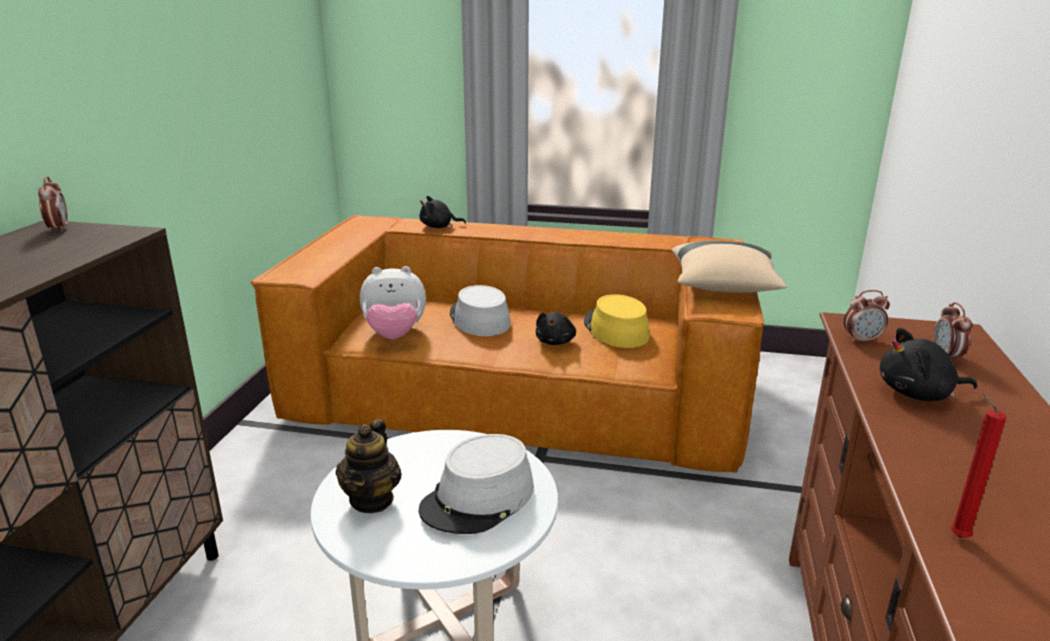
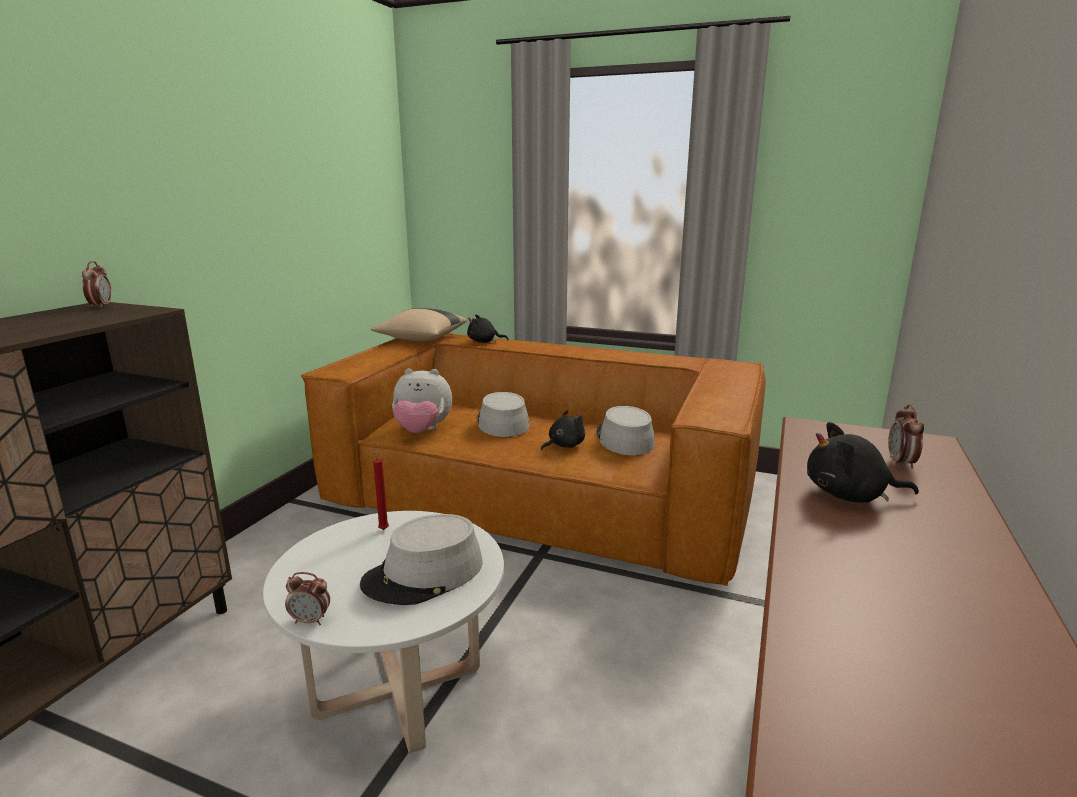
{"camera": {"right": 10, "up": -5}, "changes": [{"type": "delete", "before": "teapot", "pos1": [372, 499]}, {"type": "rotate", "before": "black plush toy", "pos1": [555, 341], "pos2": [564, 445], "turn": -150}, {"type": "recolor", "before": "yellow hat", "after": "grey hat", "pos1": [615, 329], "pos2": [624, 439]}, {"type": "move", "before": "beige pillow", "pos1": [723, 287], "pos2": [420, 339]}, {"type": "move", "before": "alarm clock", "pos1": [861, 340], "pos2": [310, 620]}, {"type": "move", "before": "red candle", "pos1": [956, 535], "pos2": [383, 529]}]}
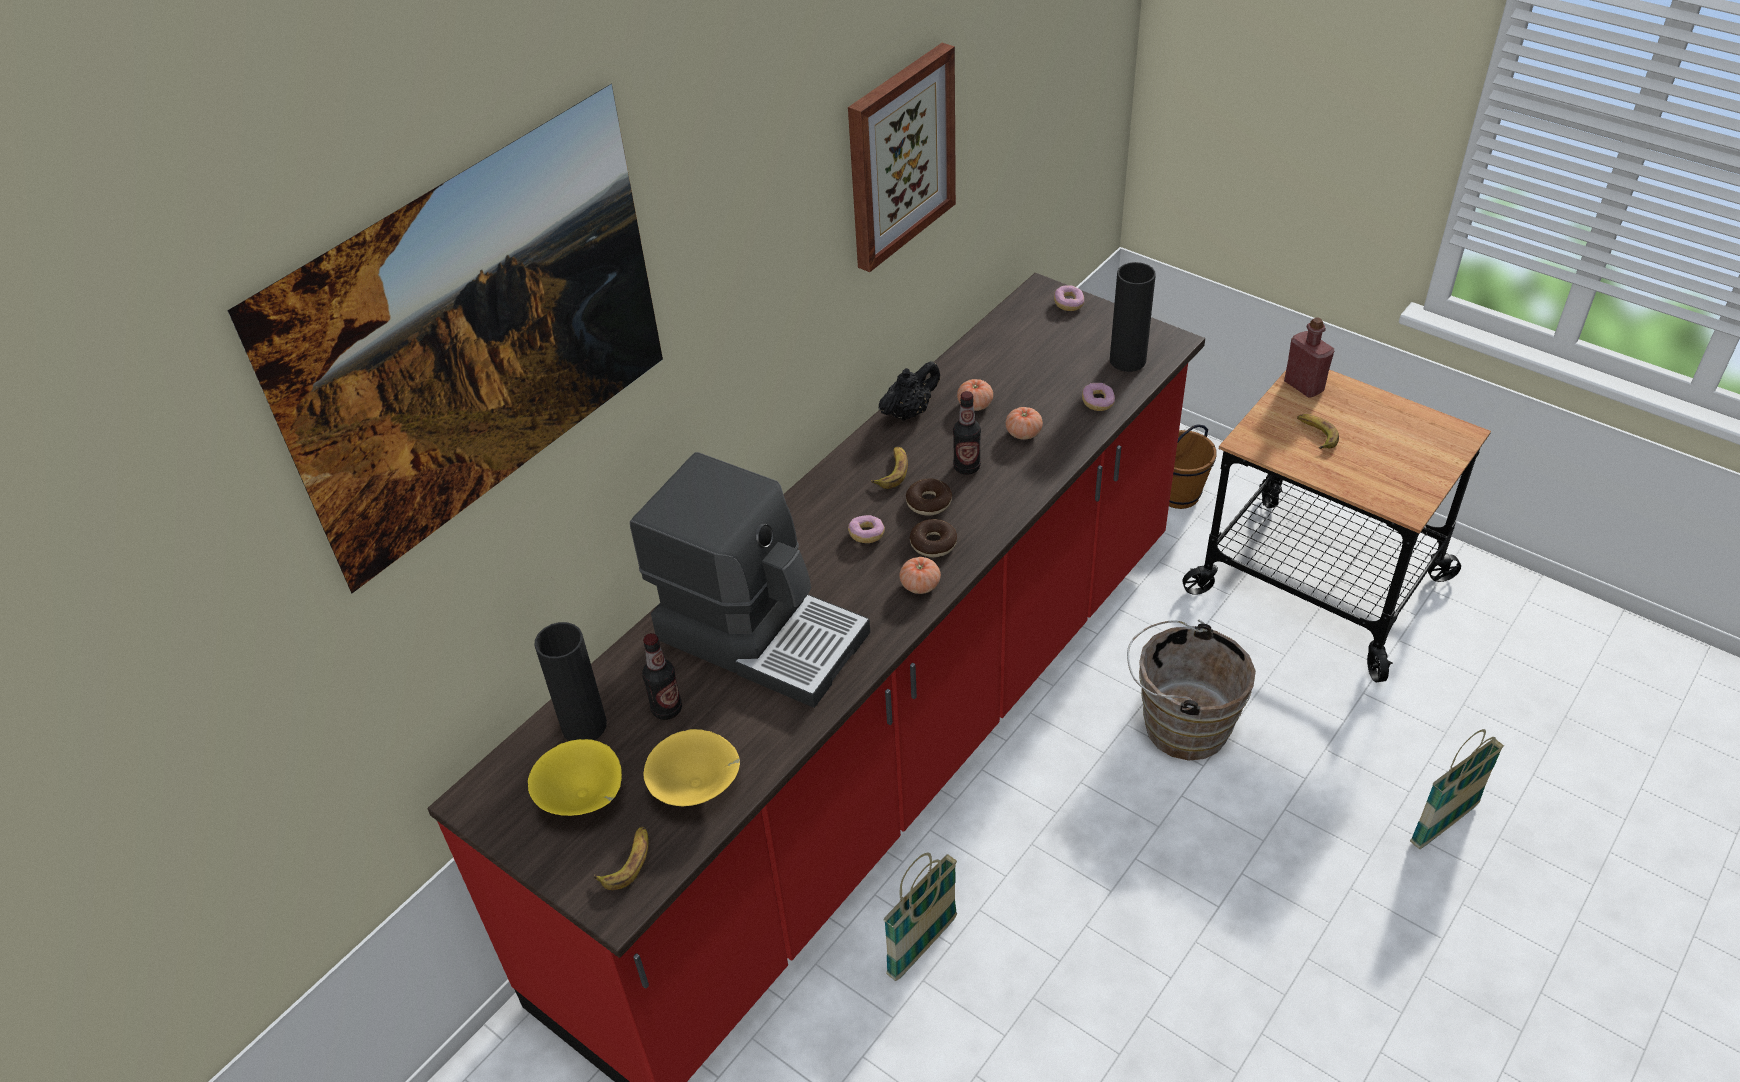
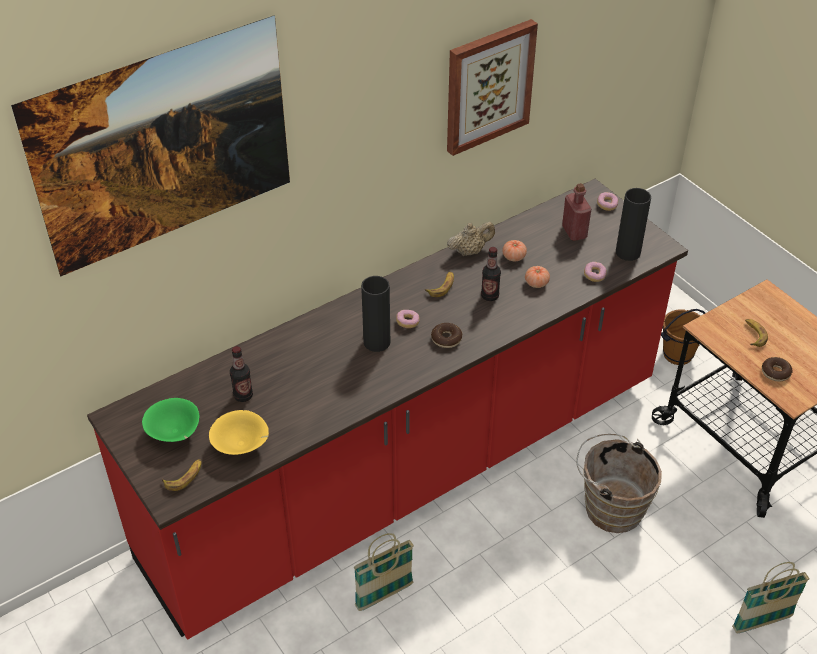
{"camera": {"right": 15, "up": 0}, "changes": [{"type": "recolor", "before": "yellow bowl", "after": "green bowl", "pos1": [583, 798], "pos2": [174, 434]}, {"type": "move", "before": "black vase", "pos1": [584, 726], "pos2": [377, 342]}, {"type": "delete", "before": "coffee machine", "pos1": [762, 633]}, {"type": "recolor", "before": "black teapot", "after": "beige teapot", "pos1": [909, 412], "pos2": [470, 251]}, {"type": "delete", "before": "tomato", "pos1": [920, 585]}, {"type": "move", "before": "donut", "pos1": [929, 503], "pos2": [775, 372]}, {"type": "move", "before": "red bottle", "pos1": [1304, 386], "pos2": [574, 232]}]}
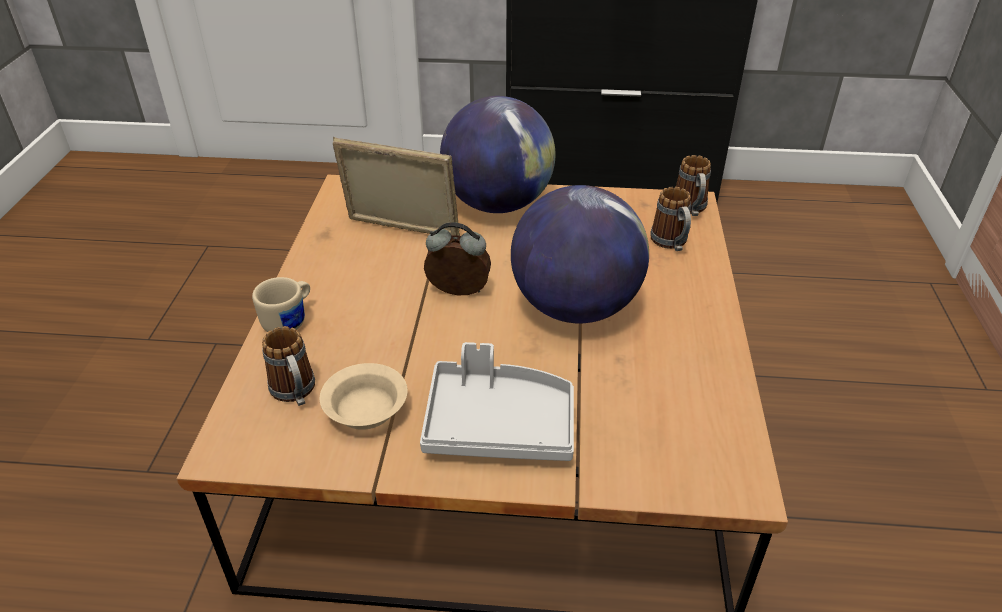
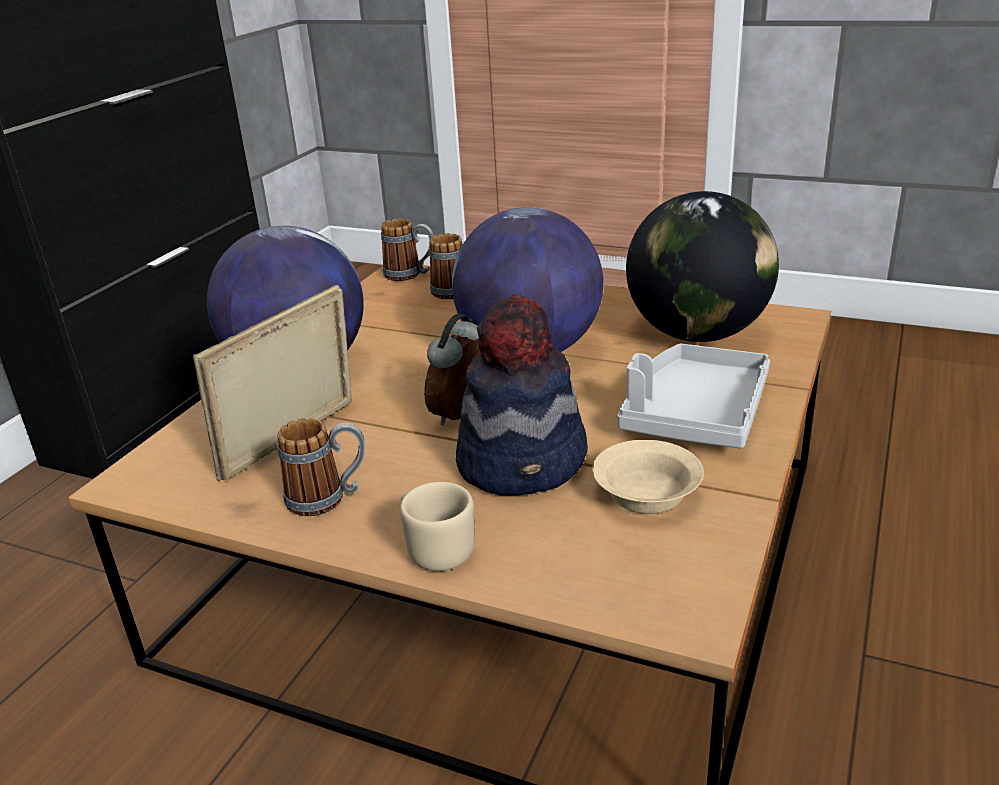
{"camera": {"right": -70, "up": -10}, "changes": [{"type": "move", "before": "mug", "pos1": [295, 394], "pos2": [328, 498]}, {"type": "insert", "after": "hat", "pos2": [524, 462]}, {"type": "insert", "after": "globe", "pos2": [697, 334]}]}
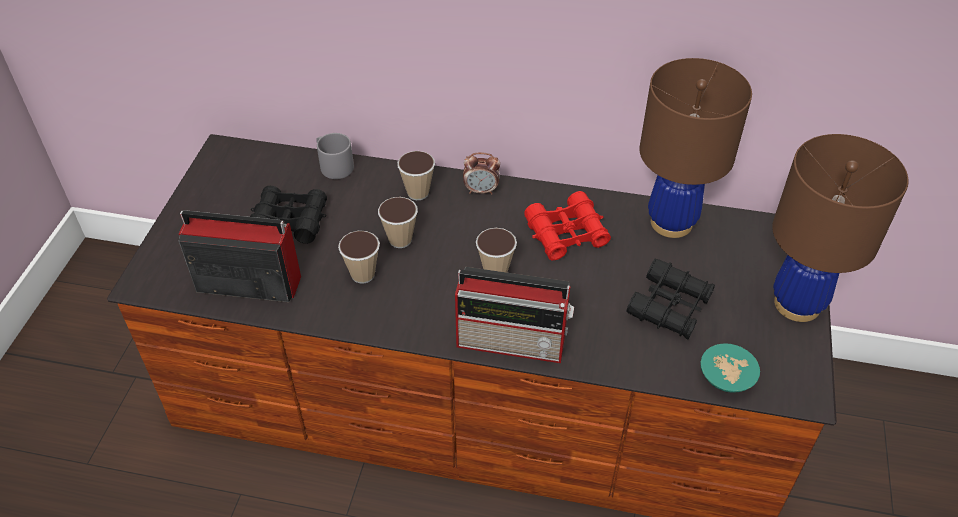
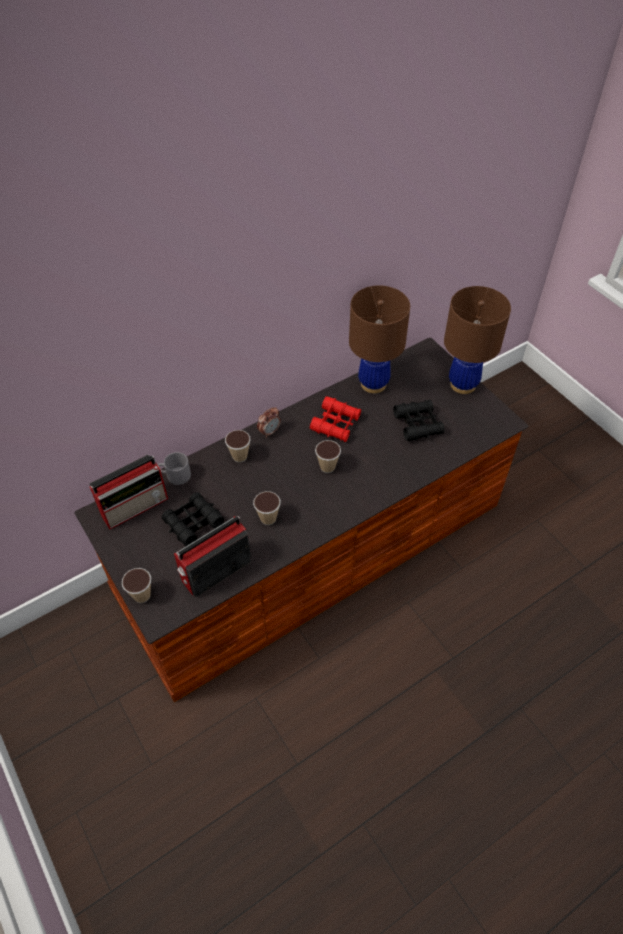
{"camera": {"right": -45, "up": 5}, "changes": [{"type": "move", "before": "cup", "pos1": [400, 240], "pos2": [142, 595]}, {"type": "move", "before": "radio", "pos1": [513, 342], "pos2": [136, 506]}, {"type": "delete", "before": "turquoise bowl", "pos1": [726, 379]}]}
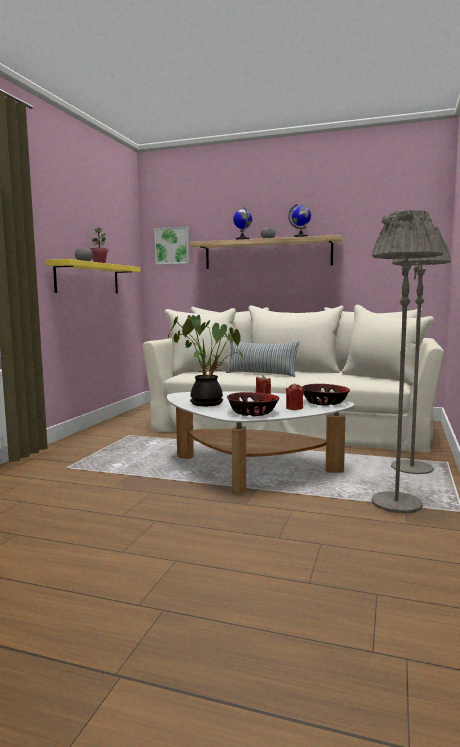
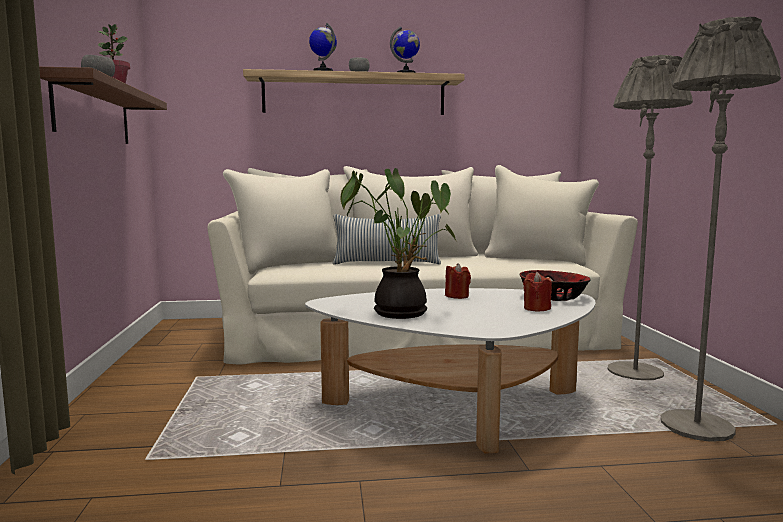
{"camera": {"right": -25, "up": 0}, "changes": [{"type": "recolor", "before": "yellow shelf", "after": "brown shelf", "pos1": [88, 278], "pos2": [93, 113]}, {"type": "delete", "before": "picture", "pos1": [172, 246]}, {"type": "delete", "before": "bowl", "pos1": [253, 413]}]}
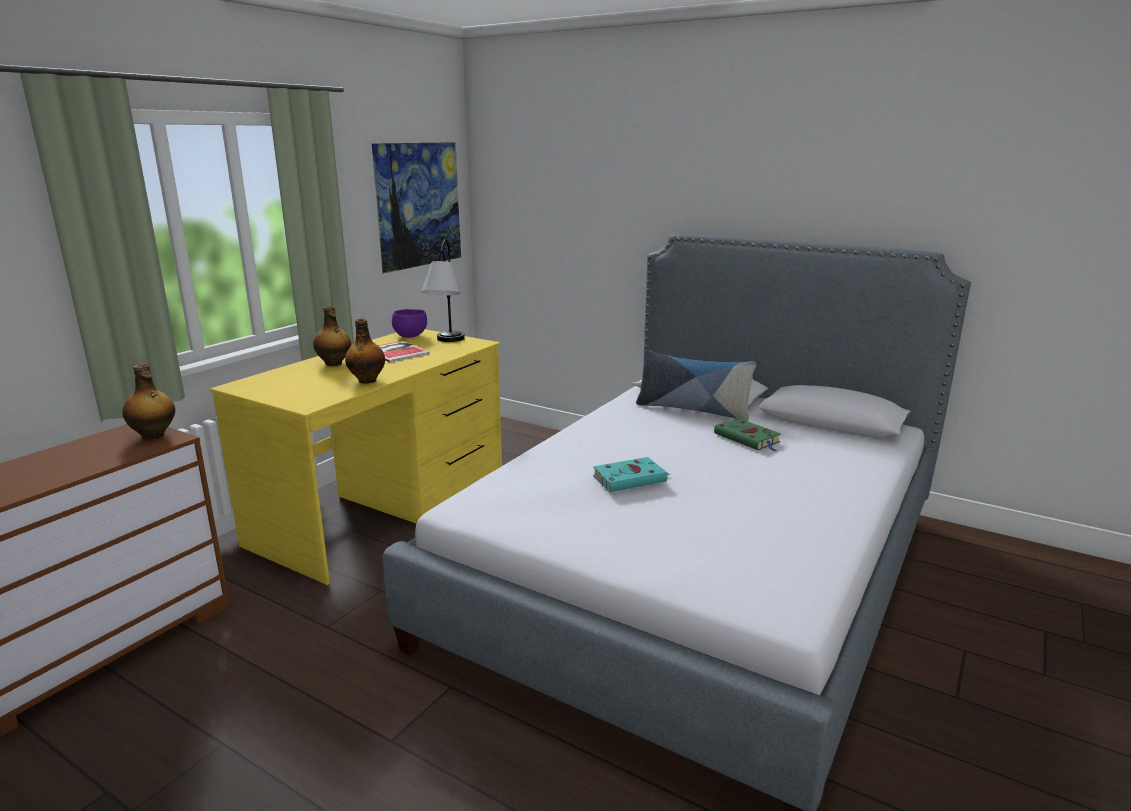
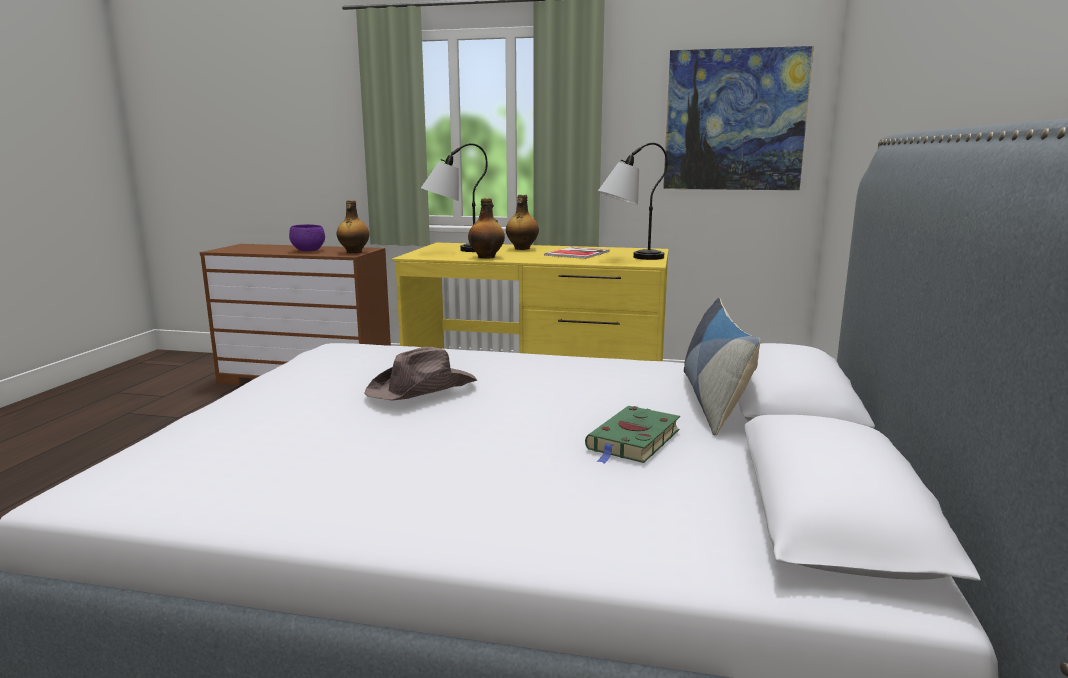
{"camera": {"right": 70, "up": -5}, "changes": [{"type": "move", "before": "purple bowl", "pos1": [410, 336], "pos2": [309, 251]}, {"type": "replace", "before": "turquoise book", "after": "brown hat", "pos1": [631, 479], "pos2": [423, 388]}, {"type": "insert", "after": "table lamp", "pos2": [454, 250]}]}
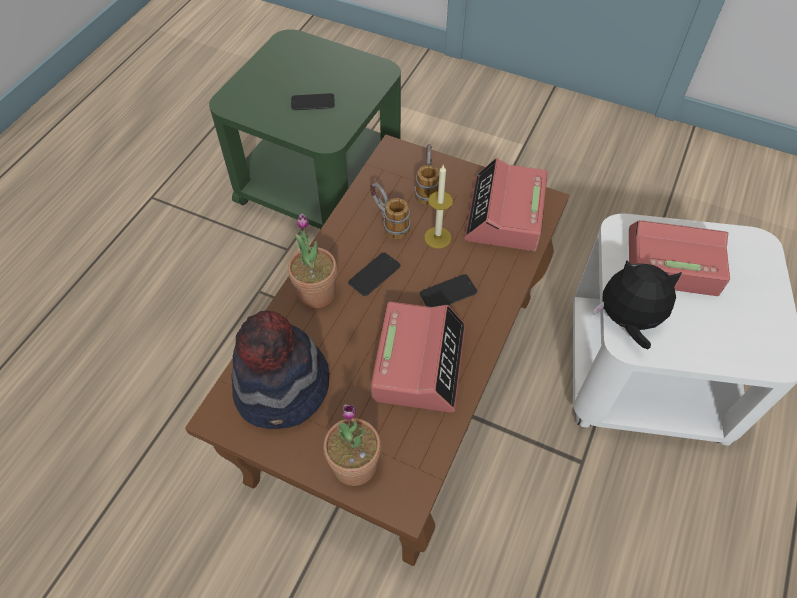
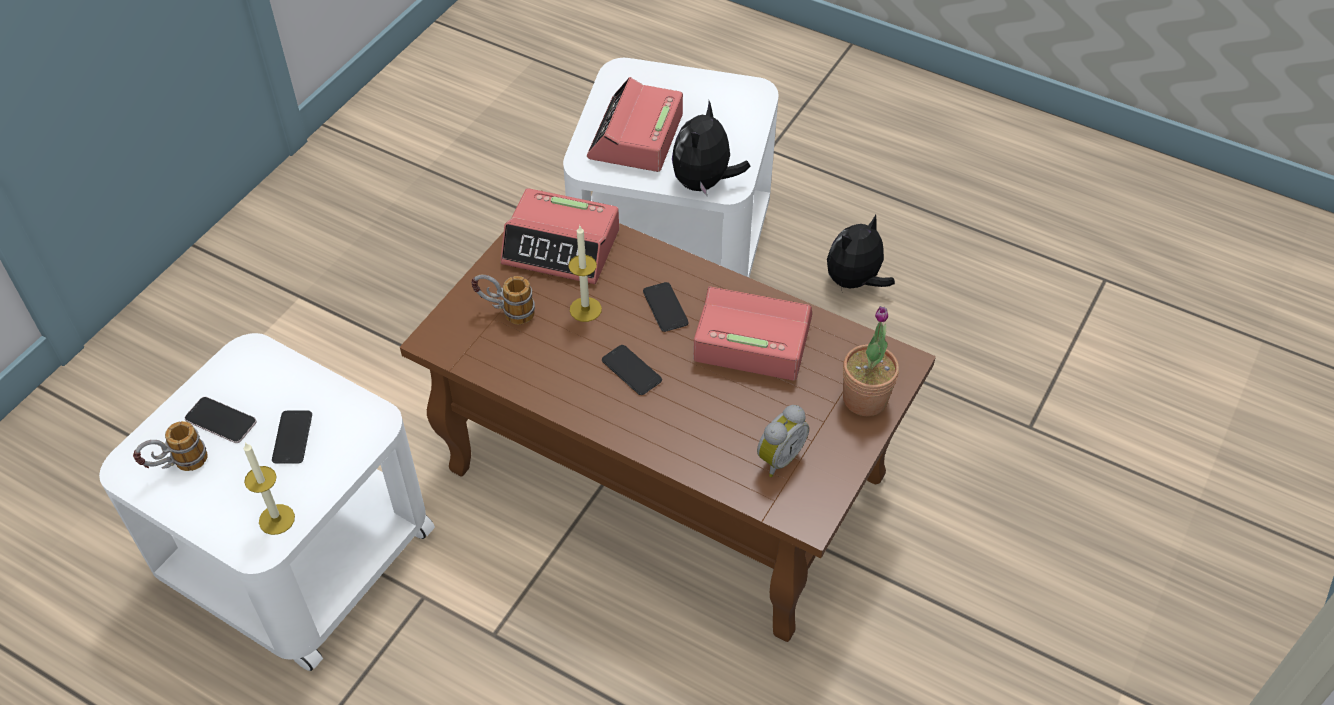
{"camera": {"right": -85, "up": -5}, "changes": [{"type": "recolor", "before": "green side table", "after": "white side table", "pos1": [319, 181], "pos2": [295, 552]}, {"type": "replace", "before": "hat", "after": "alarm clock", "pos1": [284, 389], "pos2": [778, 457]}, {"type": "delete", "before": "potted plant", "pos1": [316, 293]}, {"type": "move", "before": "mug", "pos1": [388, 223], "pos2": [177, 466]}, {"type": "insert", "after": "phone", "pos2": [221, 420]}, {"type": "insert", "after": "candle", "pos2": [276, 519]}, {"type": "insert", "after": "plush toy", "pos2": [854, 282]}]}
